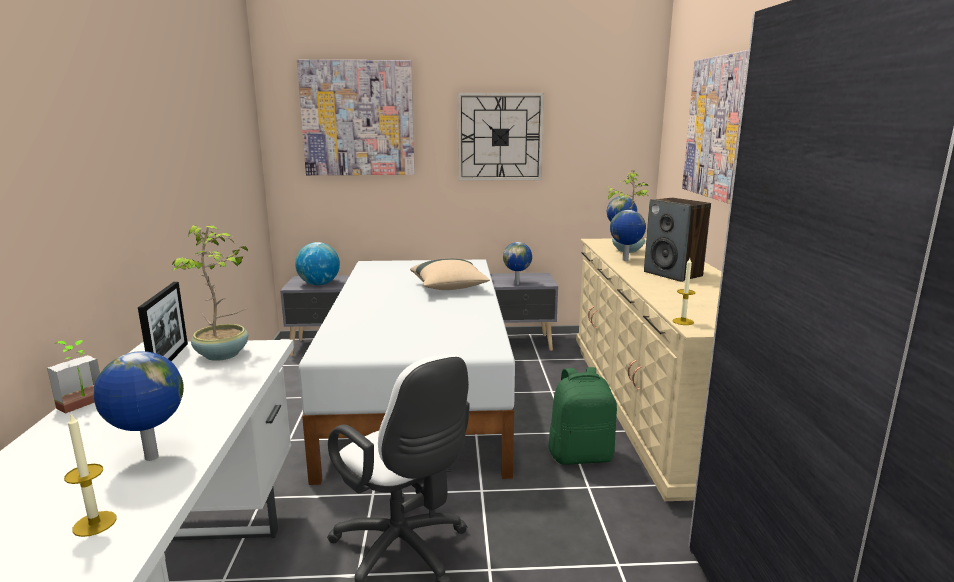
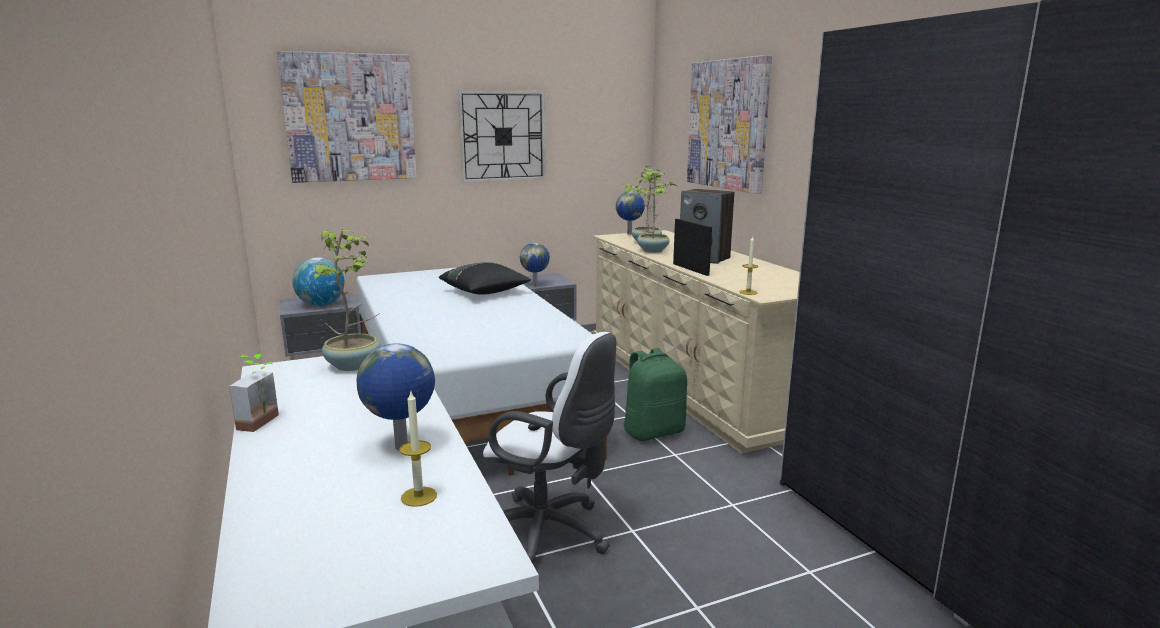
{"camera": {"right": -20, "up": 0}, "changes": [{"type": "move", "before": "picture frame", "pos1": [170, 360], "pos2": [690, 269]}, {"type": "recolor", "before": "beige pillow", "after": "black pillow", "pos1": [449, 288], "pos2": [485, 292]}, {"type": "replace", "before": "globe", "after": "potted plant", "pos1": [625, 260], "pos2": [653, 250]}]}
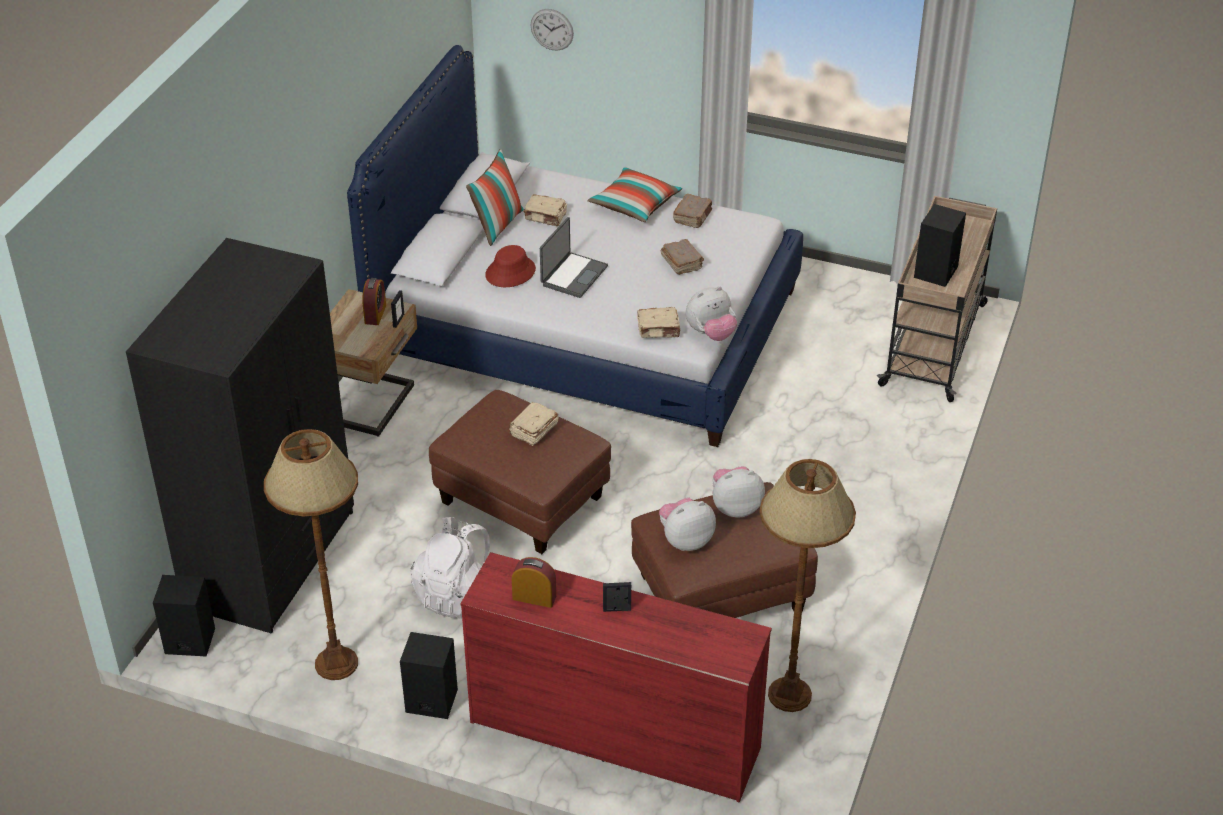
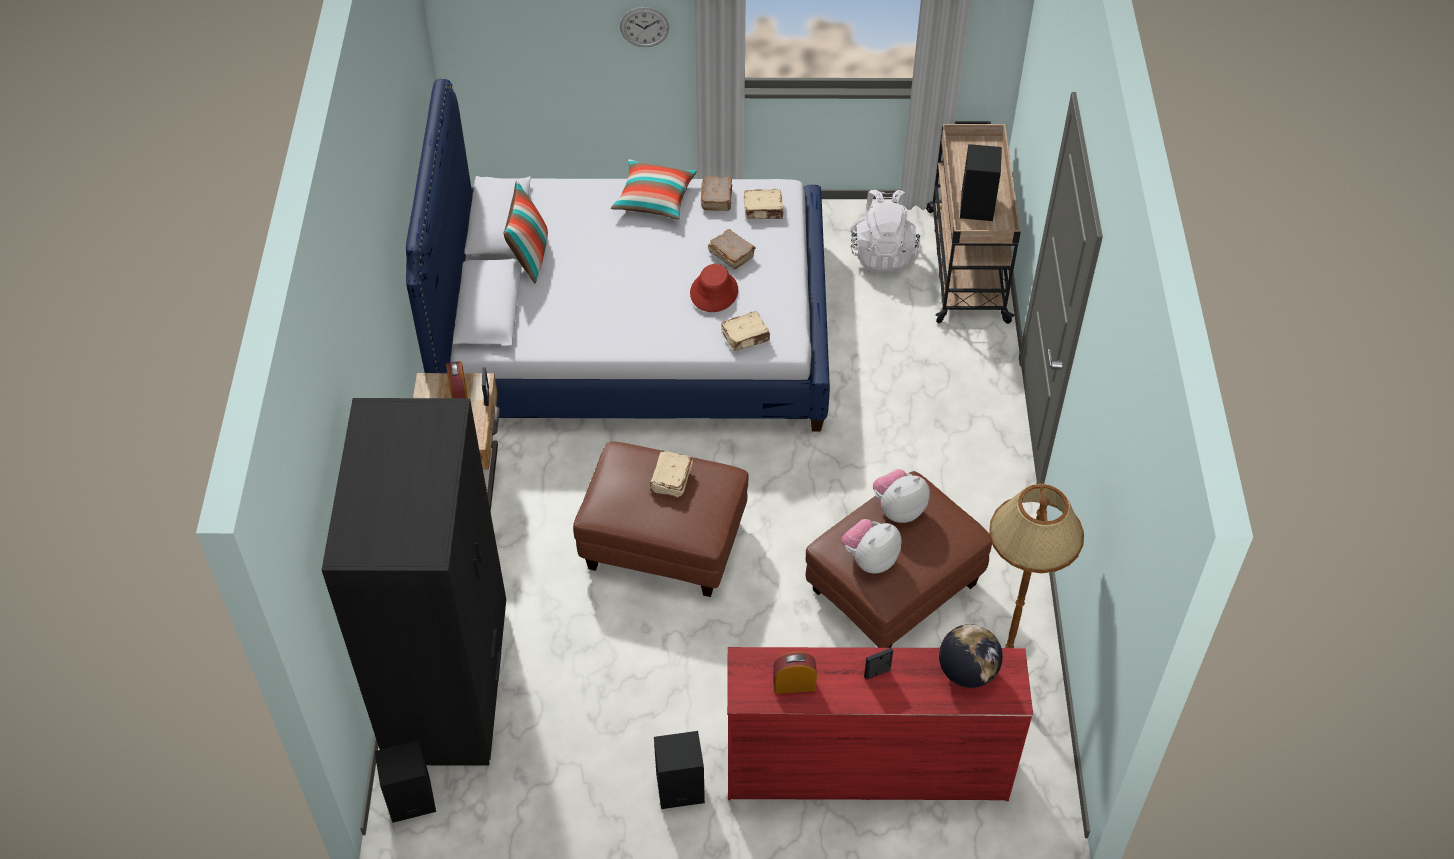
{"camera": {"right": -20, "up": 10}, "changes": [{"type": "delete", "before": "brown floor lamp", "pos1": [336, 663]}, {"type": "move", "before": "white backpack", "pos1": [458, 594], "pos2": [882, 253]}, {"type": "move", "before": "red hat", "pos1": [510, 272], "pos2": [713, 292]}, {"type": "move", "before": "beige book", "pos1": [546, 217], "pos2": [764, 210]}, {"type": "move", "before": "wall clock", "pos1": [552, 29], "pos2": [644, 27]}, {"type": "delete", "before": "laptop", "pos1": [573, 275]}, {"type": "delete", "before": "plush toy", "pos1": [711, 334]}, {"type": "insert", "after": "globe", "pos2": [967, 672]}]}
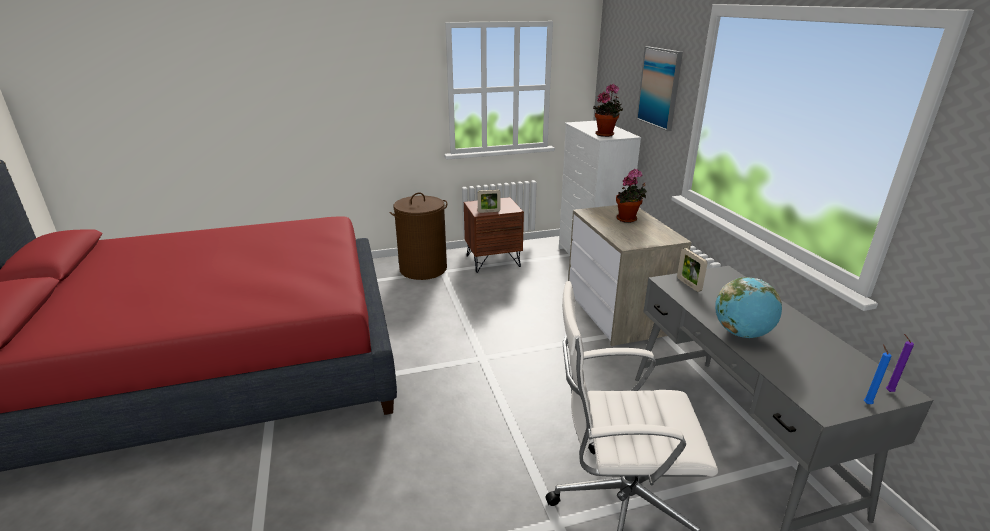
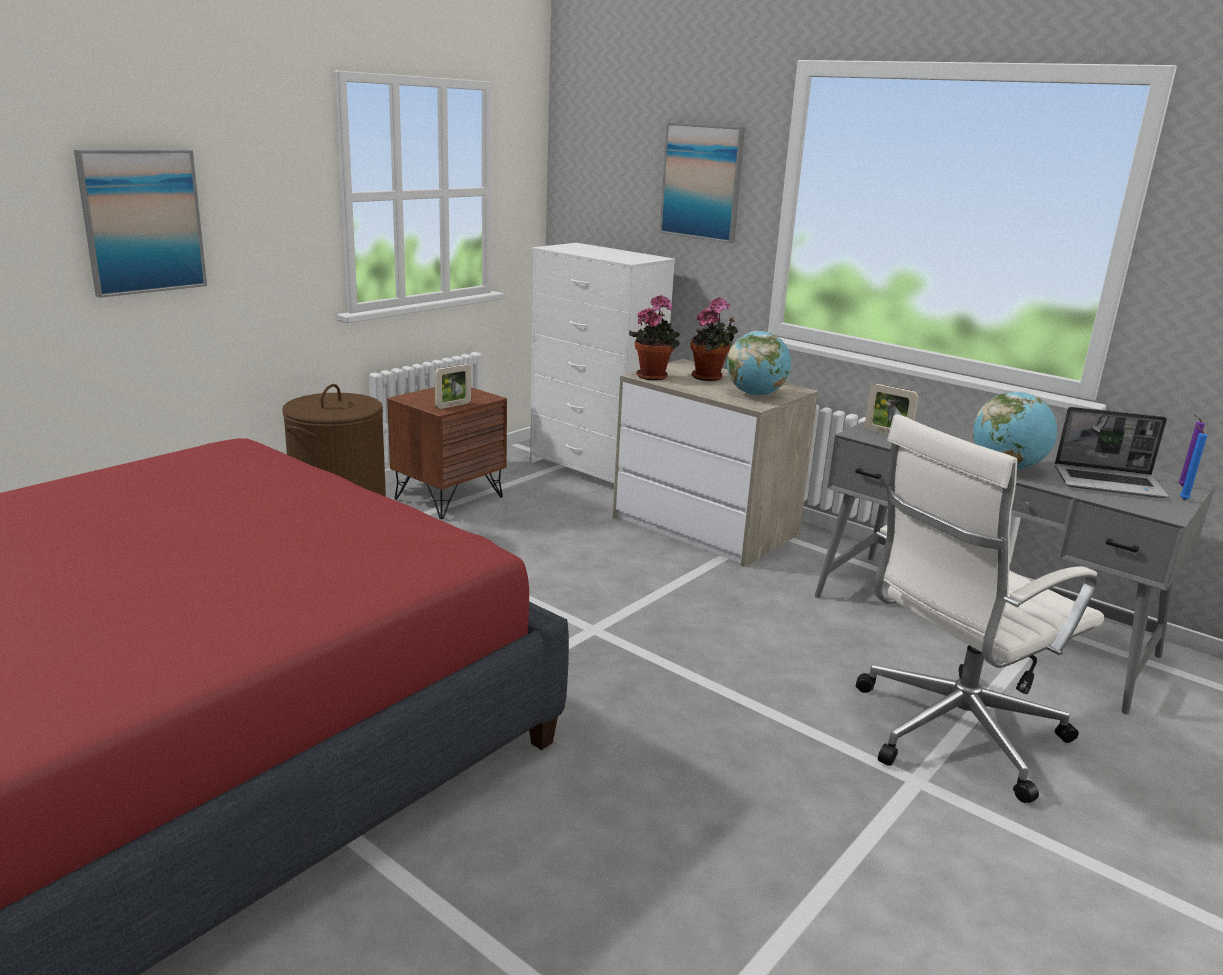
{"camera": {"right": -35, "up": -5}, "changes": [{"type": "move", "before": "potted plant", "pos1": [606, 134], "pos2": [653, 376]}, {"type": "insert", "after": "picture", "pos2": [142, 221]}, {"type": "insert", "after": "globe", "pos2": [755, 394]}, {"type": "insert", "after": "laptop", "pos2": [1109, 483]}]}
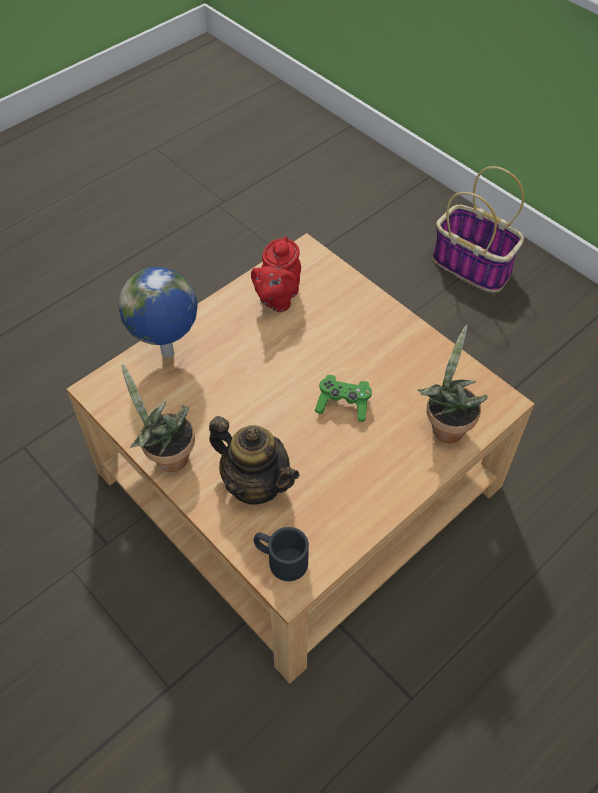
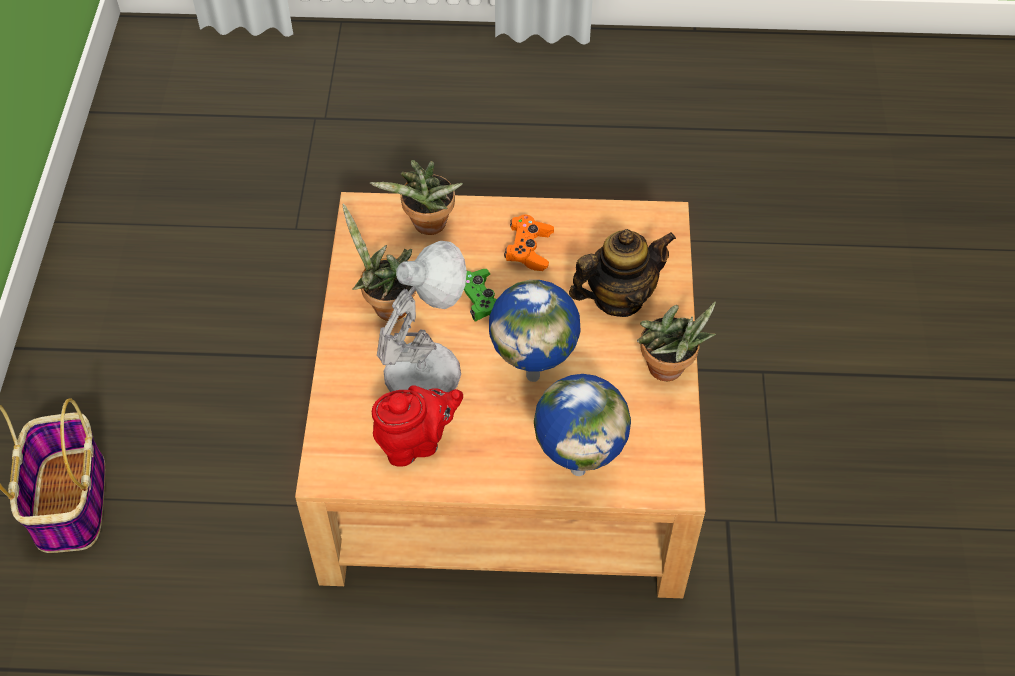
{"camera": {"right": -135, "up": 0}, "changes": [{"type": "rotate", "before": "teapot", "pos1": [255, 483], "pos2": [618, 298], "turn": 75}, {"type": "delete", "before": "black mug", "pos1": [280, 559]}, {"type": "insert", "after": "potted plant", "pos2": [386, 306]}, {"type": "insert", "after": "white table lamp", "pos2": [426, 370]}, {"type": "insert", "after": "globe", "pos2": [534, 374]}, {"type": "insert", "after": "orange game controller", "pos2": [529, 250]}]}
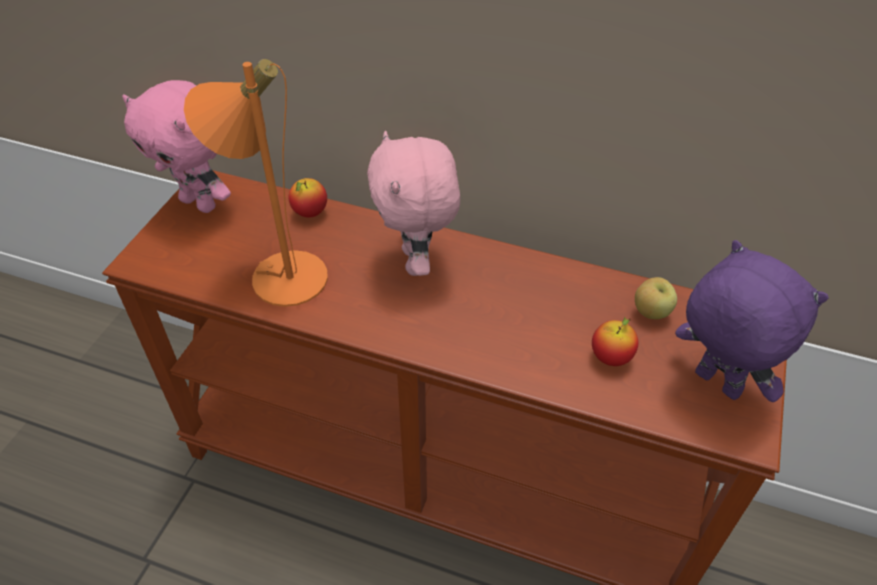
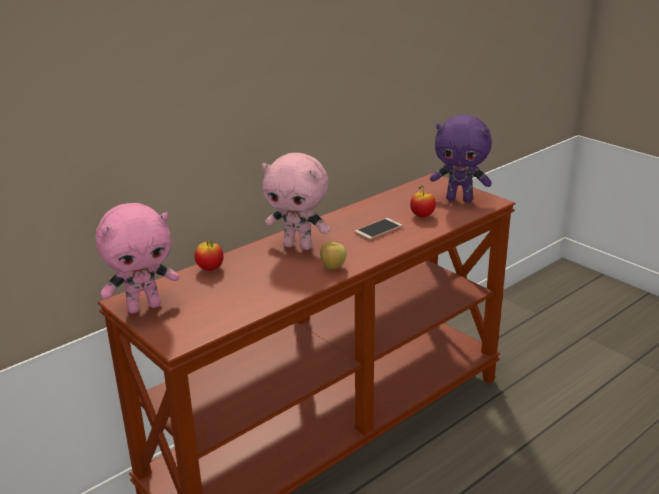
{"camera": {"right": -60, "up": -20}, "changes": [{"type": "delete", "before": "orange table lamp", "pos1": [279, 271]}, {"type": "move", "before": "apple", "pos1": [650, 312], "pos2": [332, 267]}, {"type": "rotate", "before": "purple plush toy", "pos1": [715, 384], "pos2": [459, 199], "turn": -150}, {"type": "insert", "after": "phone", "pos2": [378, 230]}]}
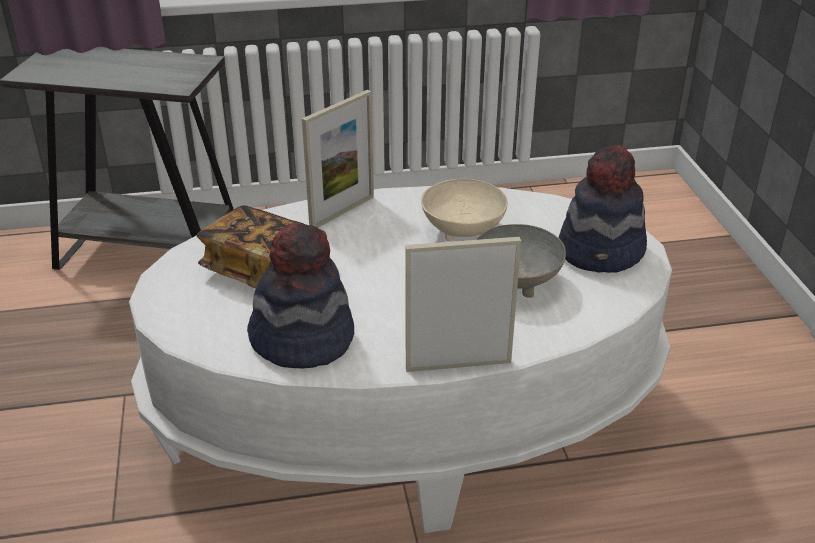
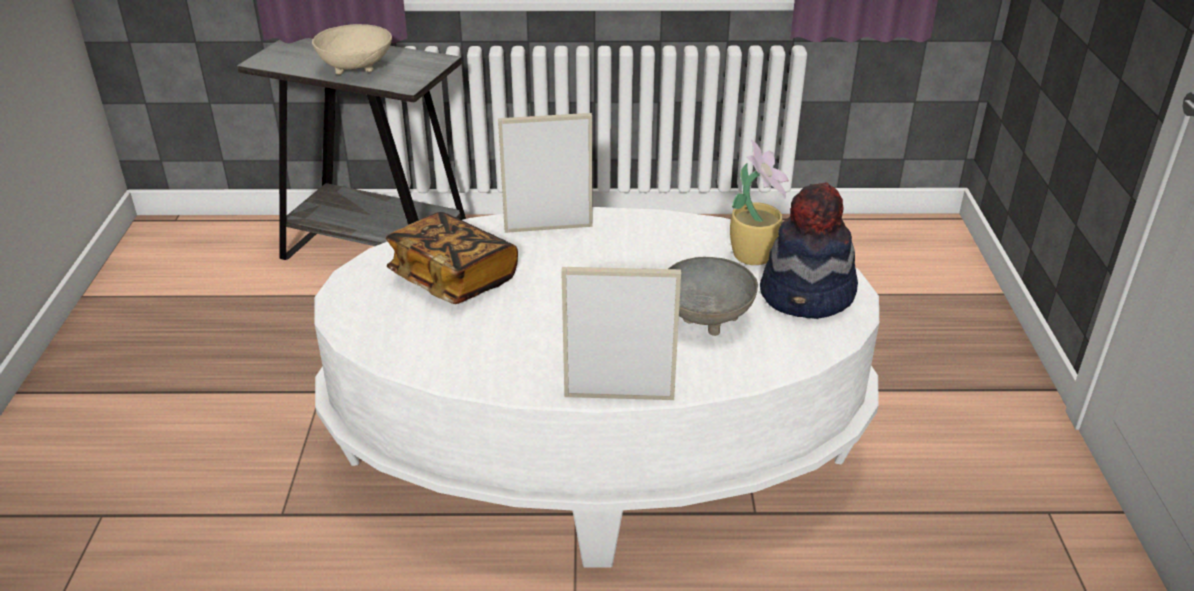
{"camera": {"right": 10, "up": 0}, "changes": [{"type": "delete", "before": "hat", "pos1": [302, 339]}, {"type": "rotate", "before": "picture frame", "pos1": [342, 212], "pos2": [548, 228], "turn": -150}, {"type": "move", "before": "beige bowl", "pos1": [462, 232], "pos2": [355, 70]}, {"type": "insert", "after": "potted plant", "pos2": [754, 254]}]}
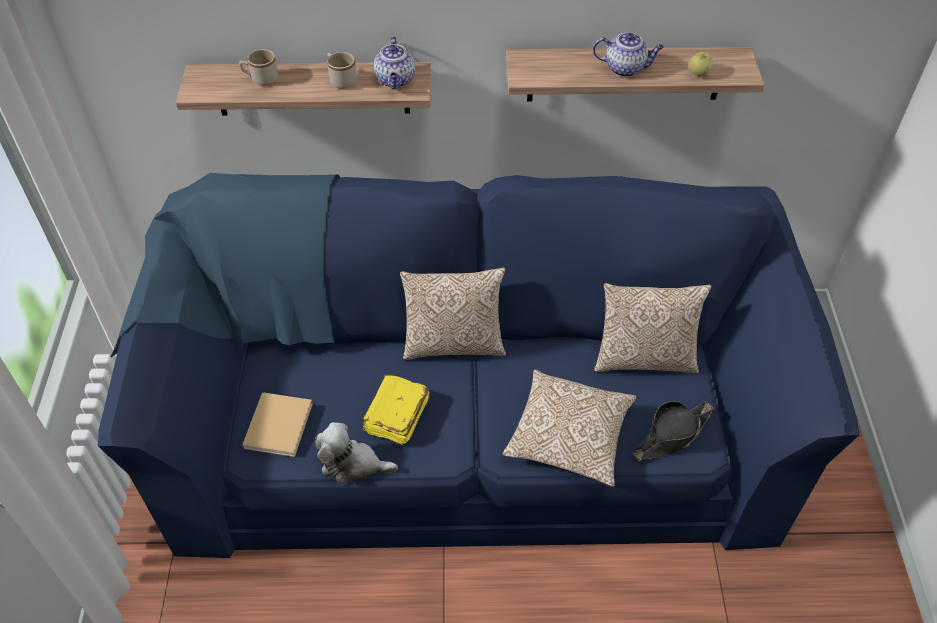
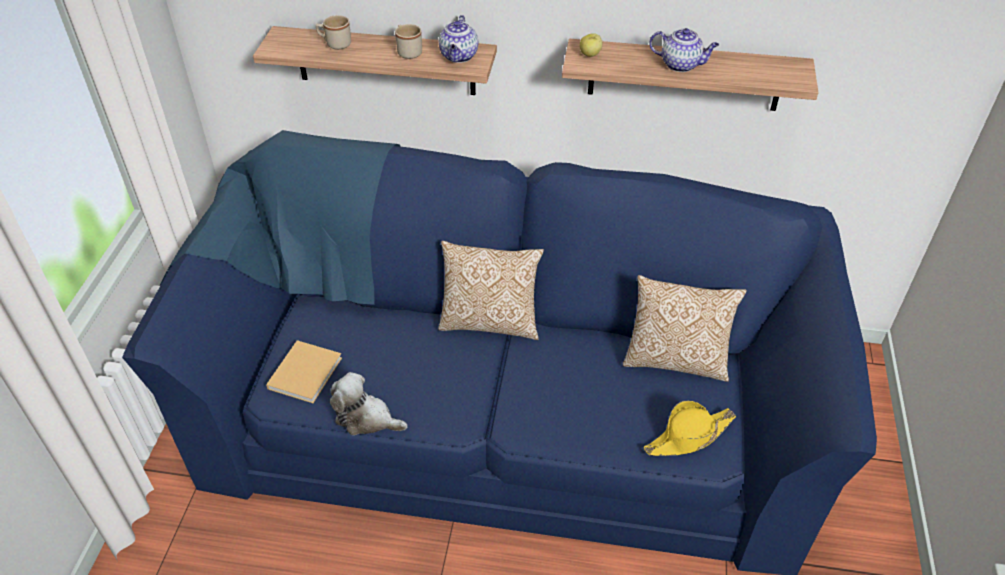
{"camera": {"right": 10, "up": -5}, "changes": [{"type": "delete", "before": "yellow book", "pos1": [396, 417]}, {"type": "delete", "before": "pillow", "pos1": [569, 437]}, {"type": "recolor", "before": "black hat", "after": "yellow hat", "pos1": [672, 435], "pos2": [688, 436]}, {"type": "move", "before": "apple", "pos1": [699, 73], "pos2": [590, 54]}]}
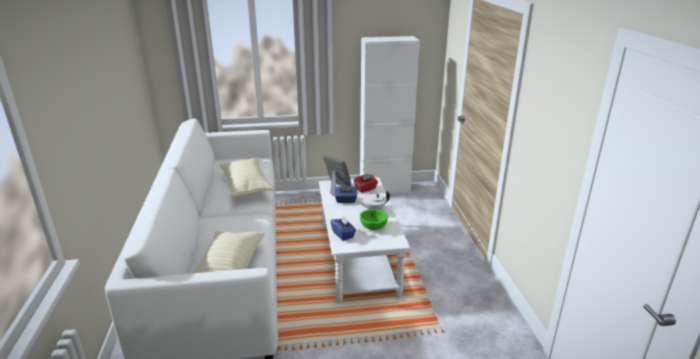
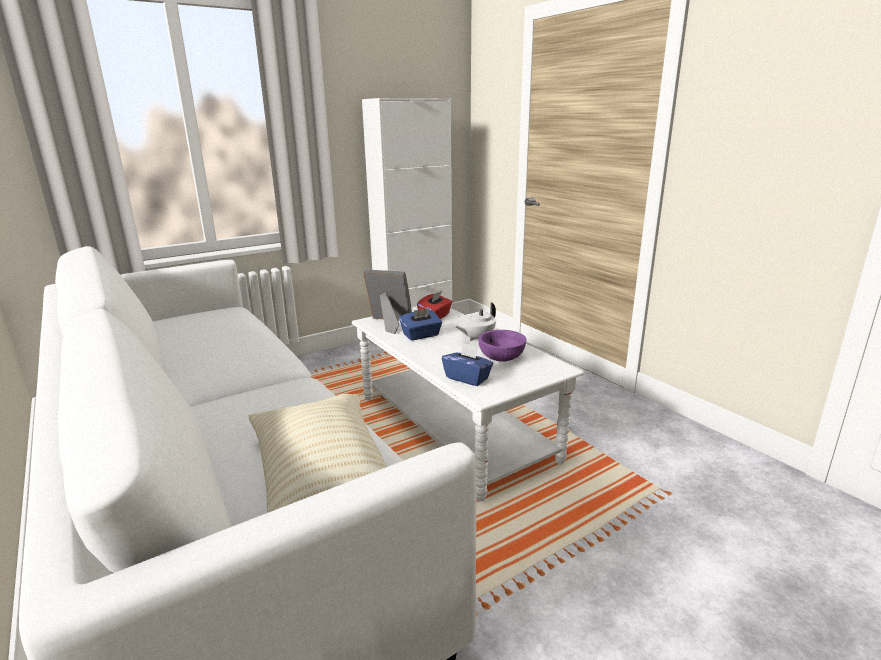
{"camera": {"right": -25, "up": -5}, "changes": [{"type": "delete", "before": "beige pillow", "pos1": [246, 186]}, {"type": "recolor", "before": "green bowl", "after": "purple bowl", "pos1": [373, 227], "pos2": [501, 358]}]}
